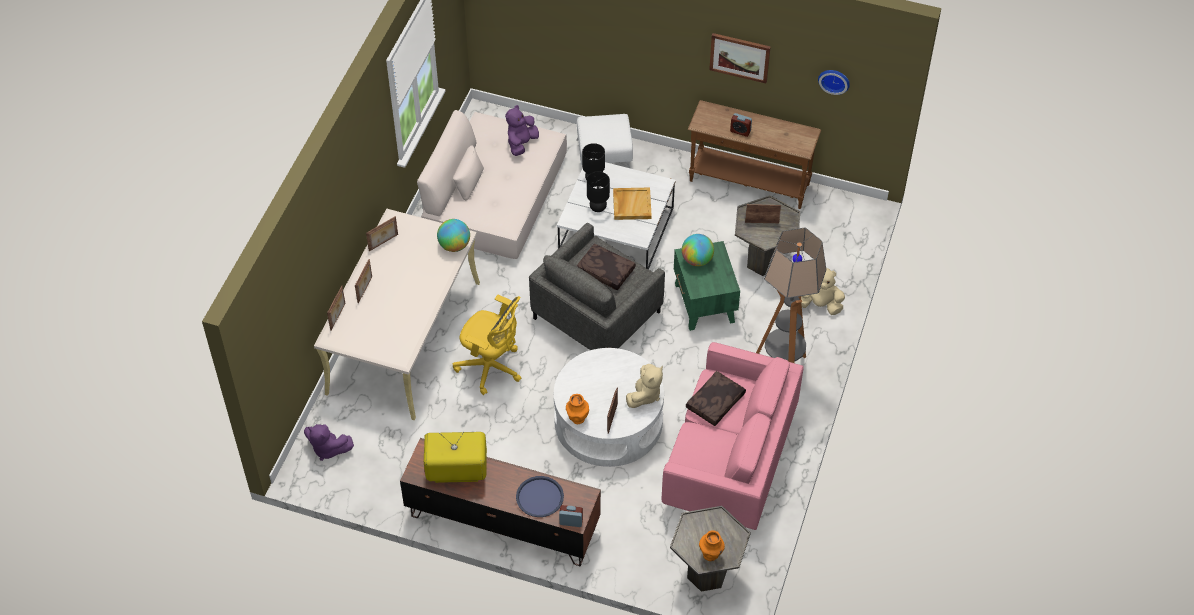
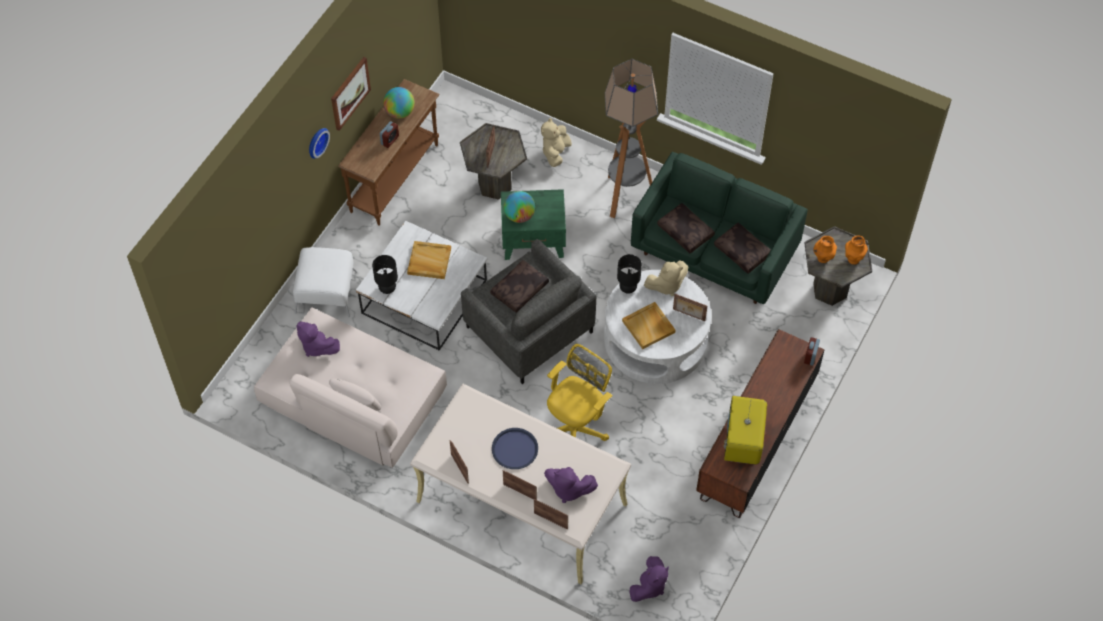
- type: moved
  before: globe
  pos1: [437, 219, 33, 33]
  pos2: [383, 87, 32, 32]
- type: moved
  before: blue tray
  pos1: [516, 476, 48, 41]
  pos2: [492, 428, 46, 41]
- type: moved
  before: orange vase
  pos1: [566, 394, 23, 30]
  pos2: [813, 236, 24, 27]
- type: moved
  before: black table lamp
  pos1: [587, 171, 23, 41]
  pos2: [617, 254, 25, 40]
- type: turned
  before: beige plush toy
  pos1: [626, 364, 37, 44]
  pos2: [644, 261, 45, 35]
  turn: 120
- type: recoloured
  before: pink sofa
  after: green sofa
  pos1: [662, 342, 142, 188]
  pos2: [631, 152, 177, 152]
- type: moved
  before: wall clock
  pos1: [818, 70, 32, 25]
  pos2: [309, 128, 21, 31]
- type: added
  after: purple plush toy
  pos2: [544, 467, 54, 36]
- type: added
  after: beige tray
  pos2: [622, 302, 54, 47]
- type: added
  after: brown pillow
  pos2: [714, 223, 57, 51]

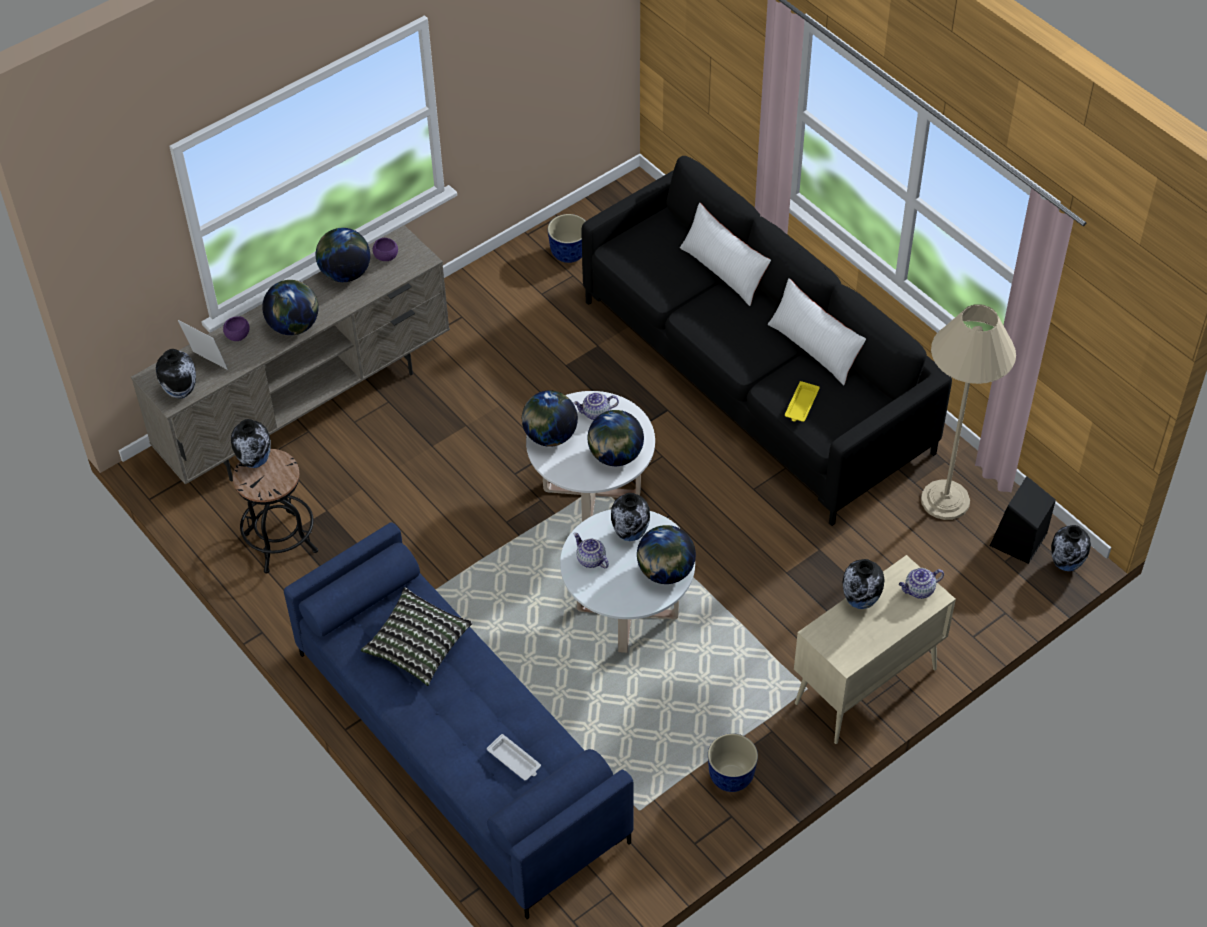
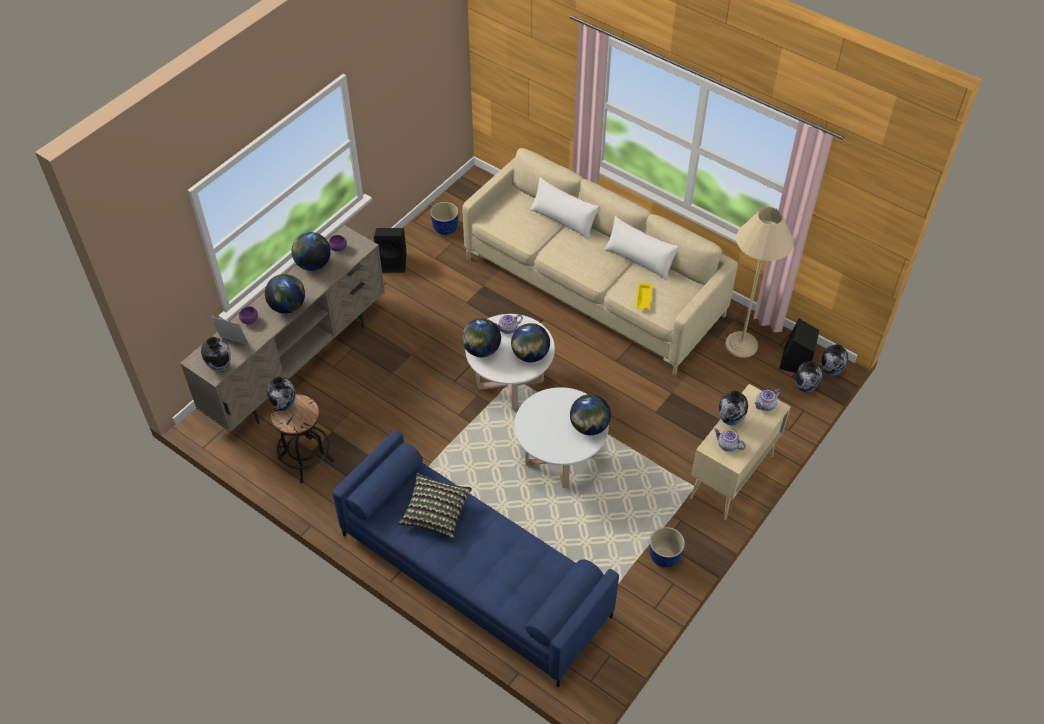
- type: removed
  before: white tray
  pos1: [487, 734, 54, 46]
- type: moved
  before: teapot
  pos1: [574, 533, 35, 35]
  pos2: [714, 428, 32, 24]
- type: recoloured
  before: black sofa
  after: beige sofa
  pos1: [581, 156, 371, 370]
  pos2: [462, 148, 276, 227]
- type: moved
  before: vase
  pos1: [611, 493, 39, 48]
  pos2: [796, 361, 26, 31]
- type: added
  after: black speaker
  pos2: [374, 228, 33, 44]

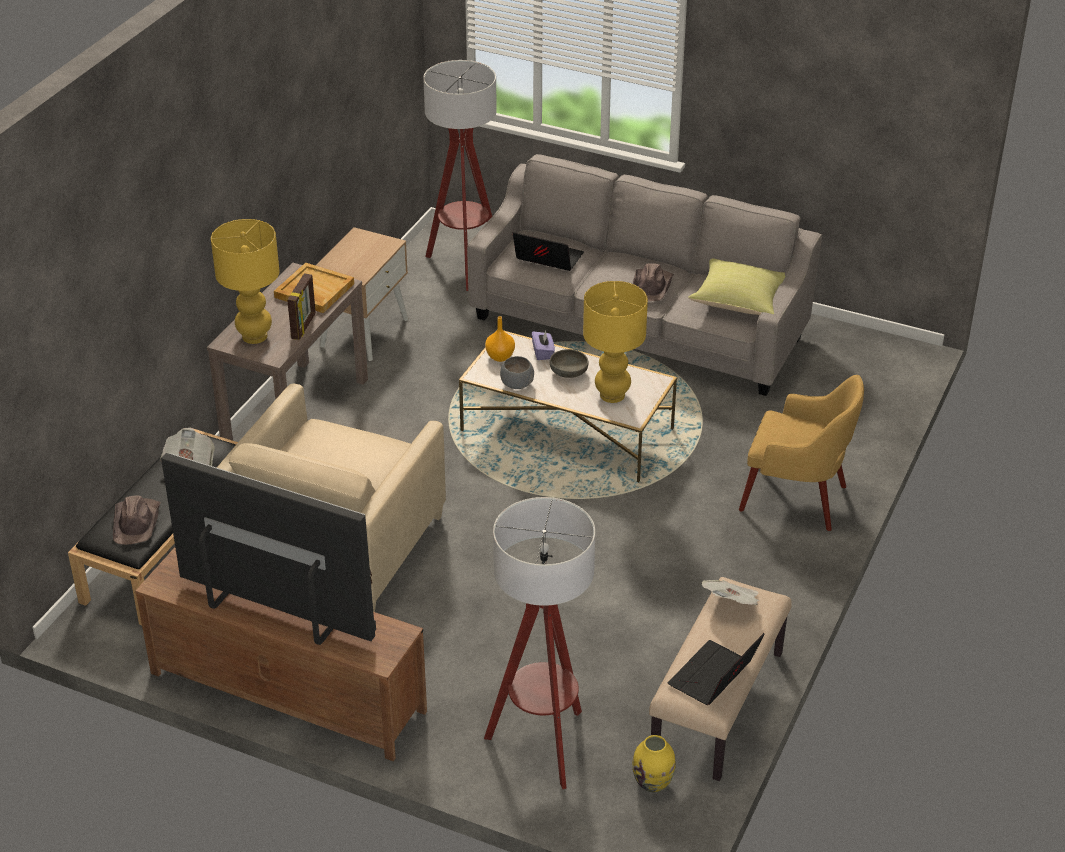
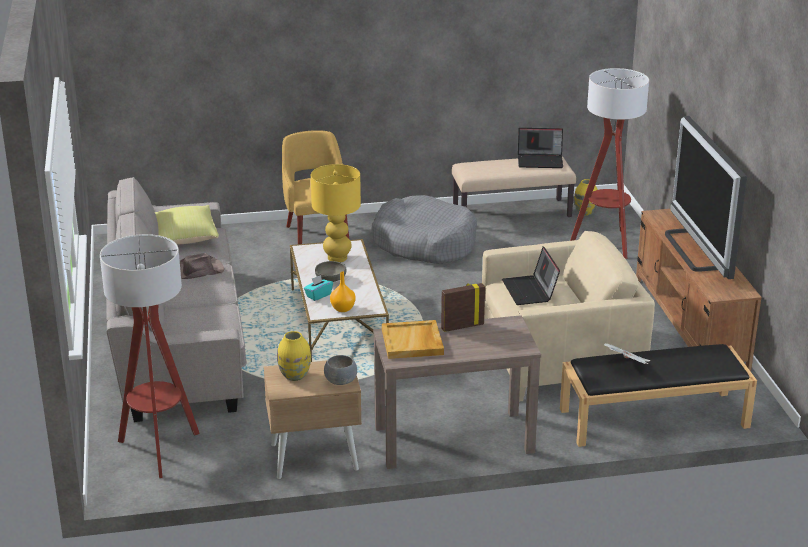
- type: removed
  before: brown hat
  pos1: [113, 495, 48, 50]
- type: removed
  before: yellow table lamp
  pos1: [211, 219, 69, 125]
- type: moved
  before: grey bowl
  pos1: [500, 356, 34, 33]
  pos2: [324, 355, 33, 30]
- type: moved
  before: laptop
  pos1: [513, 232, 71, 39]
  pos2: [502, 246, 58, 59]
- type: recoloured
  before: purple tissue box
  after: turquoise tissue box
  pos1: [532, 331, 23, 29]
  pos2: [304, 275, 29, 26]
- type: removed
  before: newspaper
  pos1: [702, 580, 57, 25]
- type: added
  after: yellow vase
  pos2: [277, 331, 34, 50]
- type: added
  after: grey dog bed
  pos2: [371, 195, 106, 69]

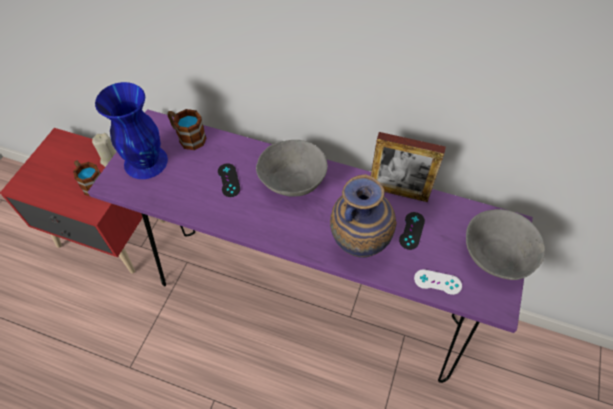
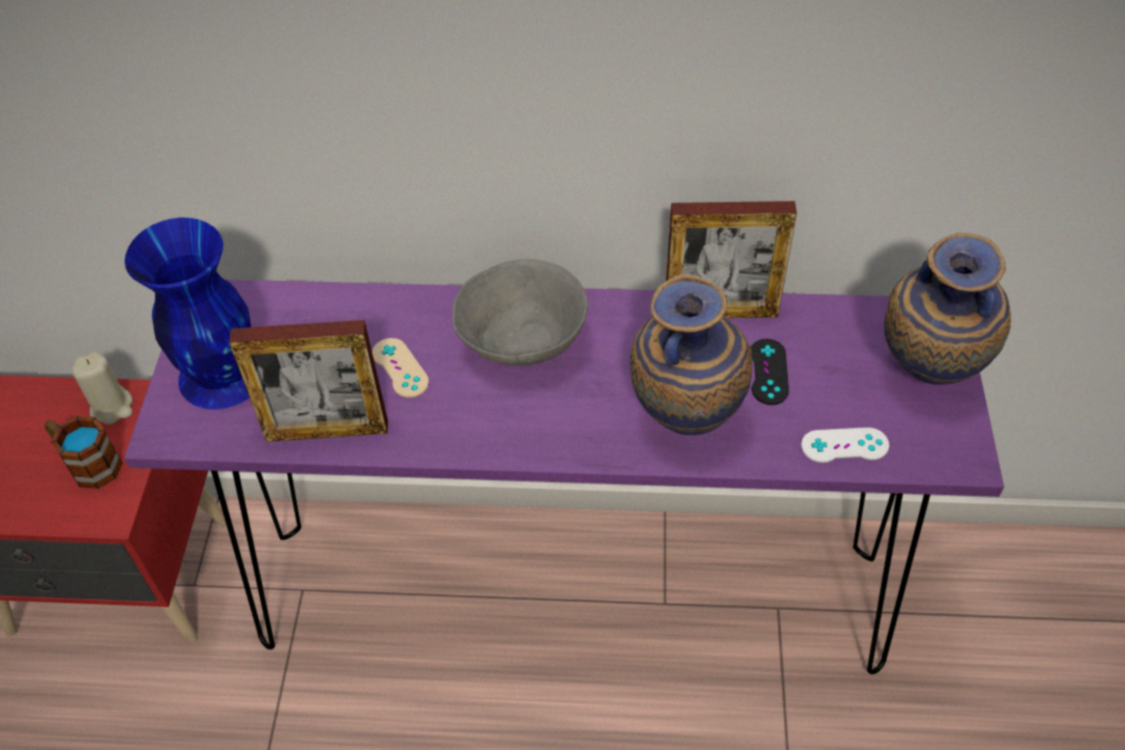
- type: removed
  before: mug
  pos1: [168, 109, 38, 41]
- type: recoloured
  before: black game controller
  after: beige game controller
  pos1: [218, 163, 23, 34]
  pos2: [372, 338, 57, 60]
- type: replaced
  before: grey bowl
  after: vase
  pos1: [466, 209, 79, 71]
  pos2: [884, 233, 127, 152]
- type: added
  after: picture frame
  pos2: [229, 320, 159, 122]

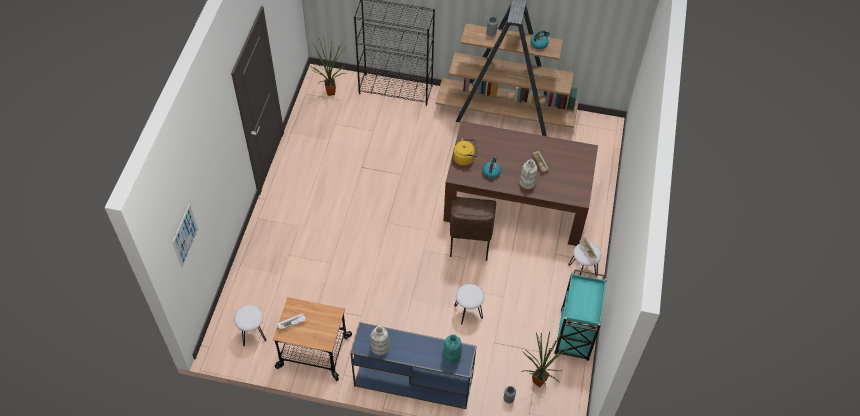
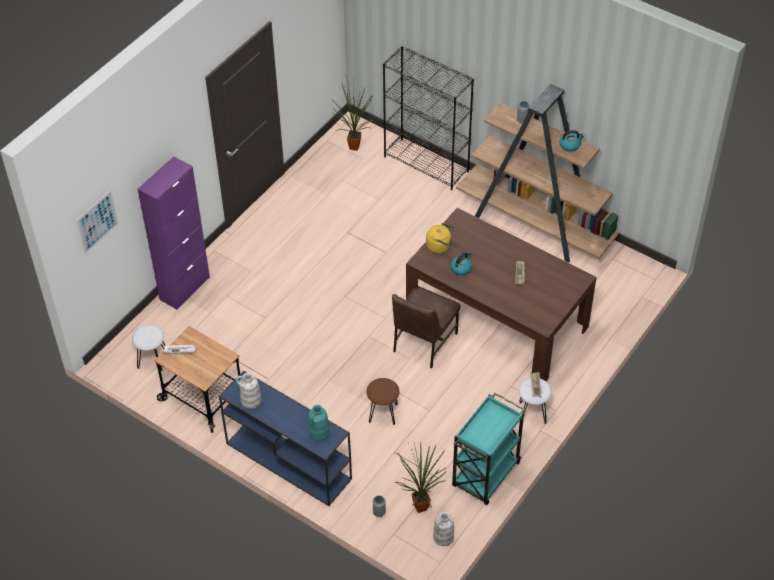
- type: recoloured
  before: white stool
  after: brown stool
  pos1: [454, 284, 31, 40]
  pos2: [366, 378, 33, 47]
- type: moved
  before: white vase
  pos1: [519, 159, 19, 30]
  pos2: [433, 512, 21, 34]
- type: added
  after: purple cabinet
  pos2: [138, 156, 72, 154]

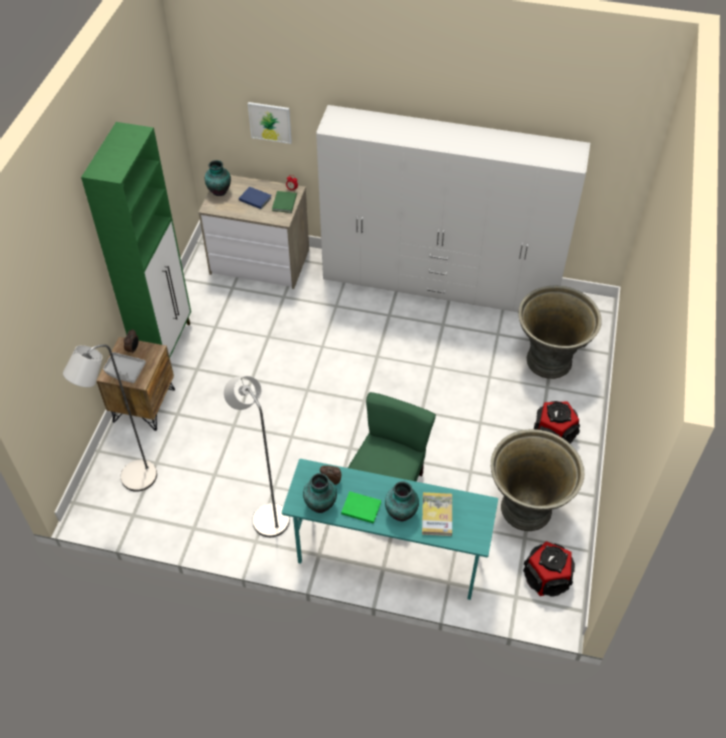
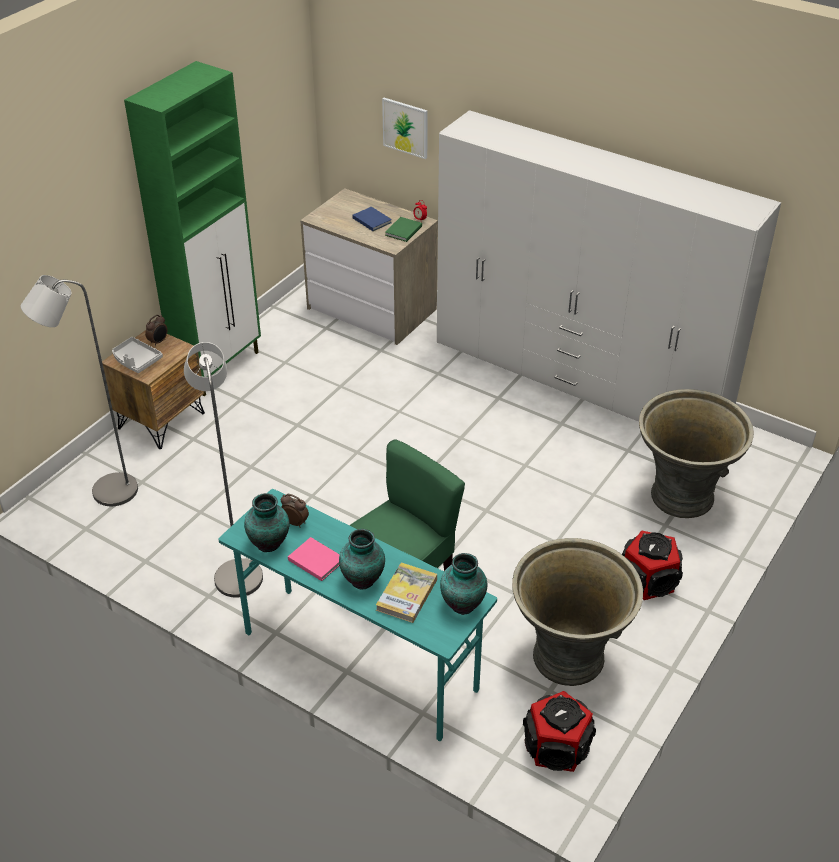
- type: moved
  before: vase
  pos1: [205, 160, 26, 36]
  pos2: [440, 553, 47, 62]
- type: recoloured
  before: green book
  after: pink book
  pos1: [341, 491, 40, 33]
  pos2: [288, 537, 52, 44]

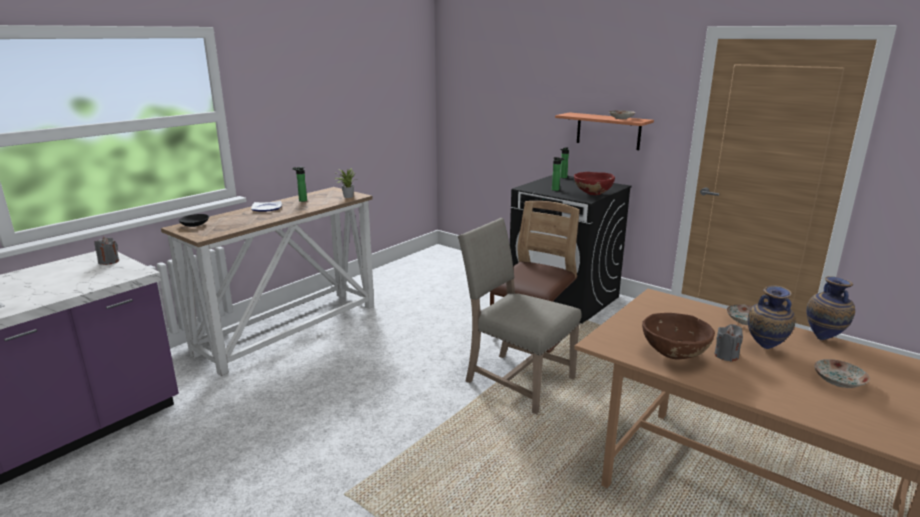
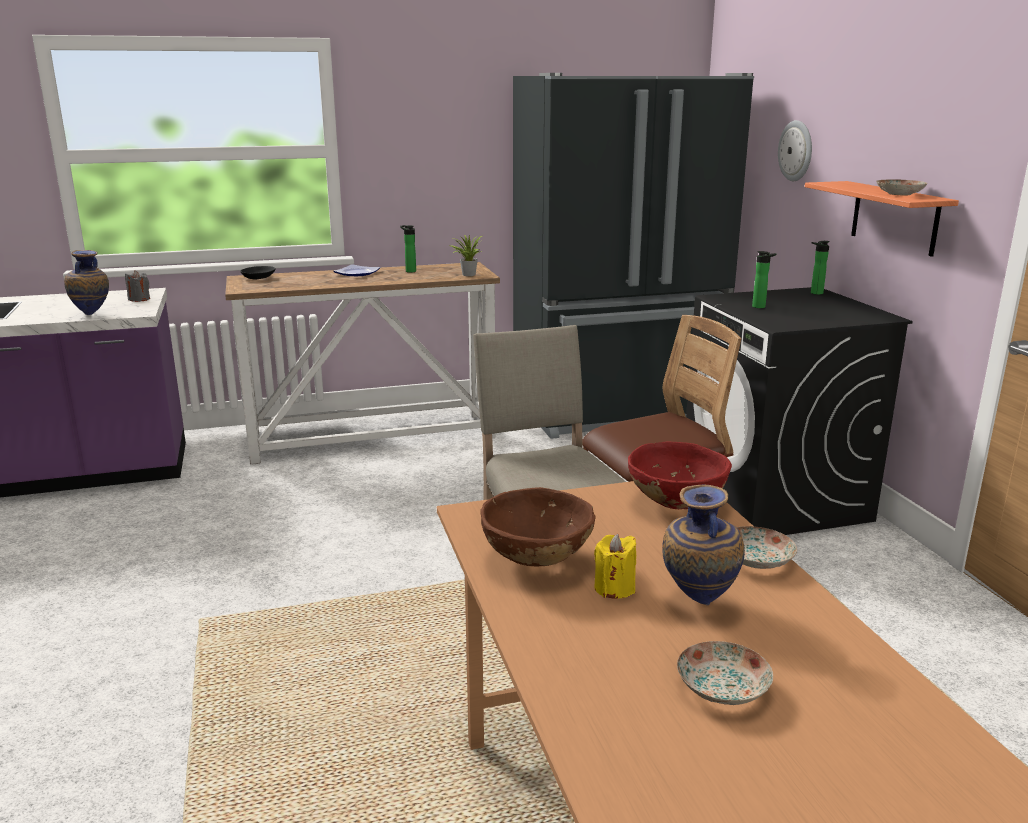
- type: moved
  before: red bowl
  pos1: [574, 172, 41, 23]
  pos2: [628, 441, 104, 68]
- type: recoloured
  before: grey candle
  after: yellow candle
  pos1: [715, 324, 28, 38]
  pos2: [594, 534, 42, 64]
- type: moved
  before: vase
  pos1: [807, 276, 48, 64]
  pos2: [64, 250, 45, 65]
- type: added
  after: black fridge
  pos2: [513, 73, 241, 366]
- type: added
  after: wall clock
  pos2: [778, 120, 34, 61]

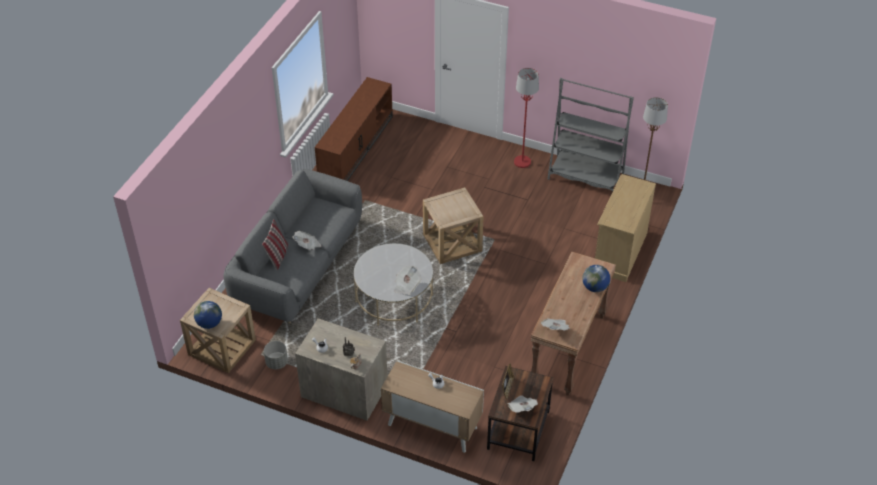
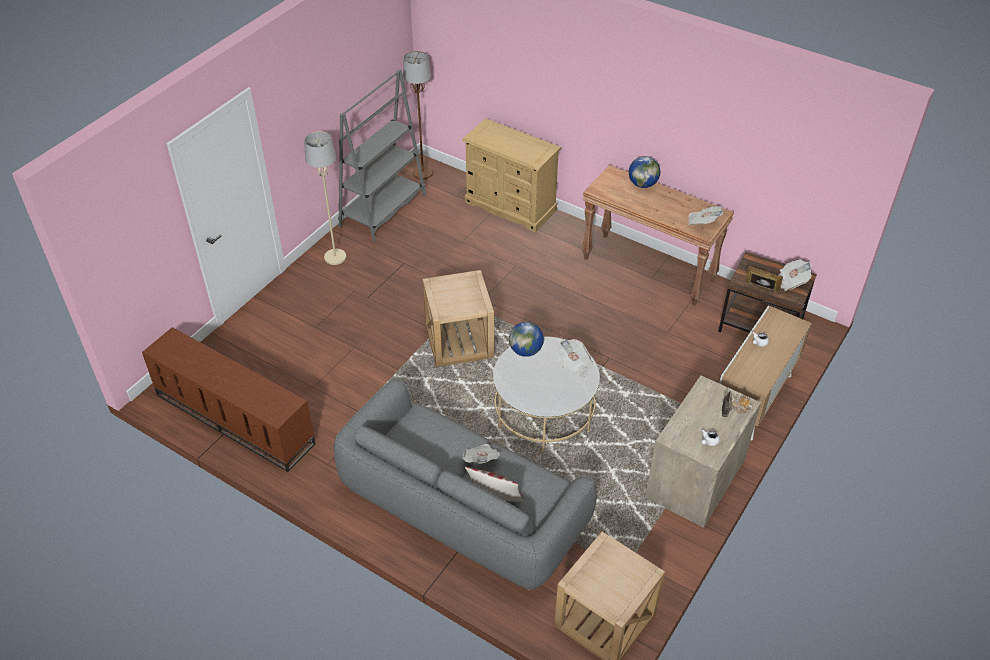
- type: moved
  before: globe
  pos1: [194, 301, 28, 28]
  pos2: [509, 322, 35, 35]
- type: removed
  before: grey planter
  pos1: [264, 341, 24, 28]
- type: recoloured
  before: red floor lamp
  after: beige floor lamp
  pos1: [514, 68, 25, 100]
  pos2: [304, 131, 42, 134]

